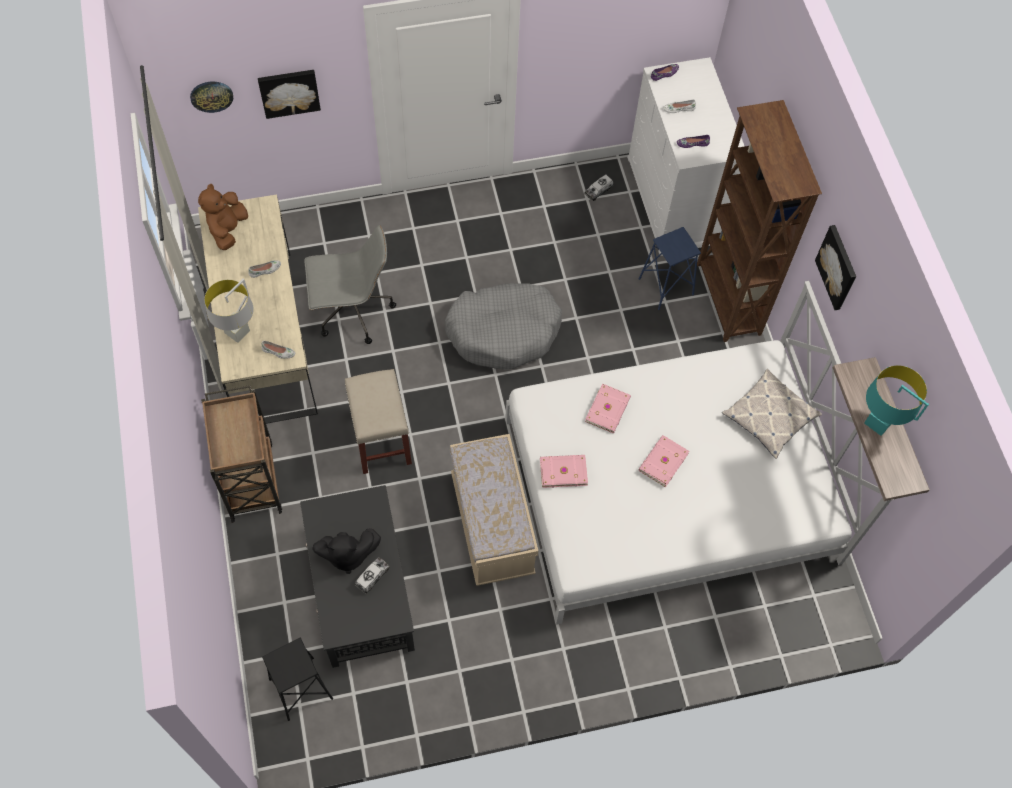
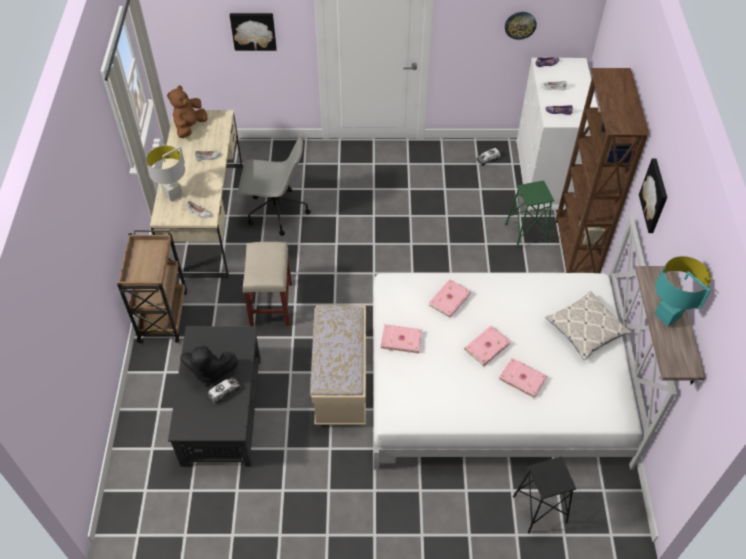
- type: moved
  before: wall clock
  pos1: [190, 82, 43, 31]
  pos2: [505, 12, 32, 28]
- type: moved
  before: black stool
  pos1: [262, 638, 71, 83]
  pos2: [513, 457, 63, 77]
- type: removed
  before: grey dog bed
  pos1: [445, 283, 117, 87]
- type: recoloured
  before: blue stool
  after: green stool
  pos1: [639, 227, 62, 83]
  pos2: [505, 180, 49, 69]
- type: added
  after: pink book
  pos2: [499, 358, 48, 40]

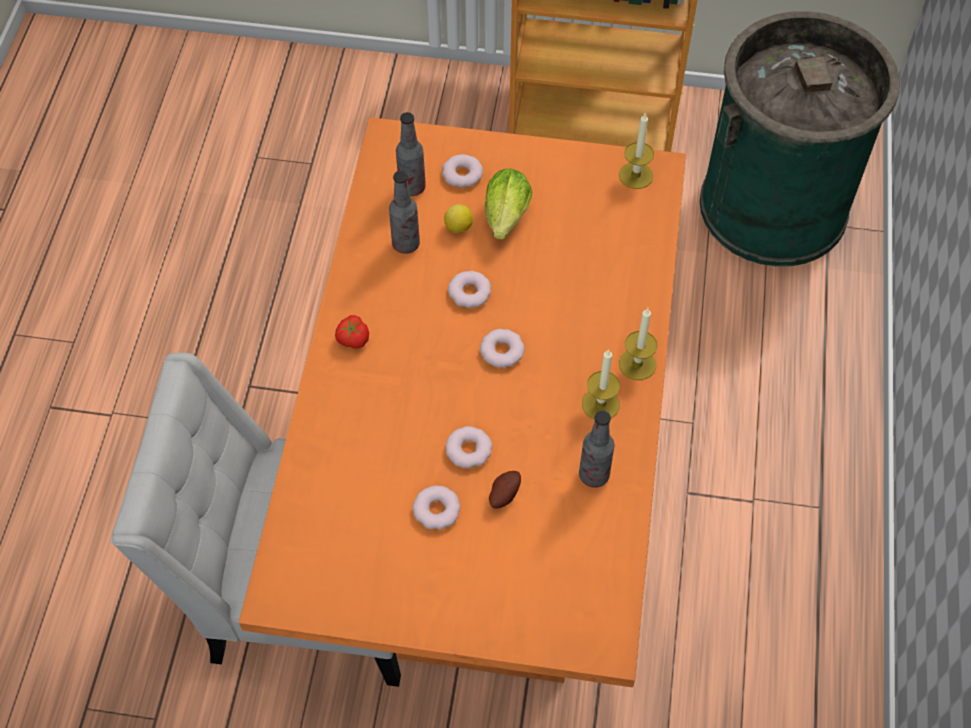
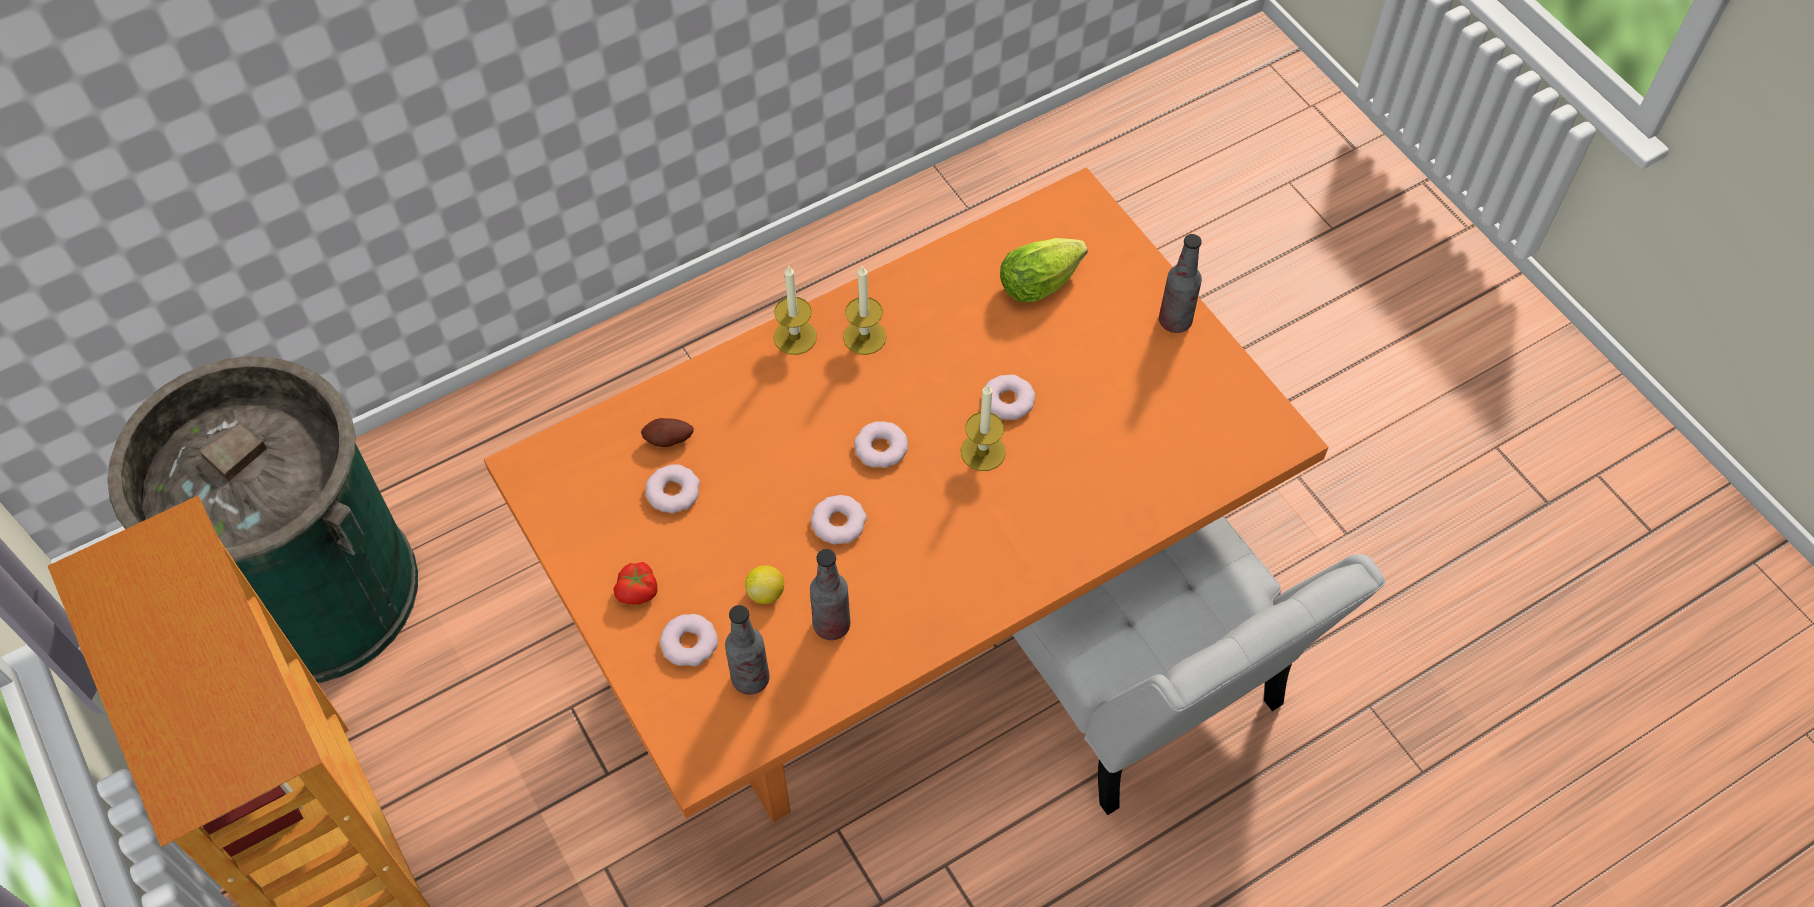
- type: moved
  before: tomato
  pos1: [335, 315, 34, 34]
  pos2: [614, 562, 43, 43]
- type: moved
  before: donut
  pos1: [412, 485, 48, 45]
  pos2: [645, 464, 55, 49]
- type: moved
  before: lettuce
  pos1: [485, 168, 47, 72]
  pos2: [1000, 238, 88, 64]
- type: moved
  before: potato
  pos1: [489, 471, 32, 37]
  pos2: [641, 418, 53, 29]
- type: moved
  before: bottle
  pos1: [579, 411, 35, 77]
  pos2: [1159, 234, 43, 99]
- type: moved
  before: candle
  pos1: [619, 114, 35, 75]
  pos2: [961, 385, 45, 86]

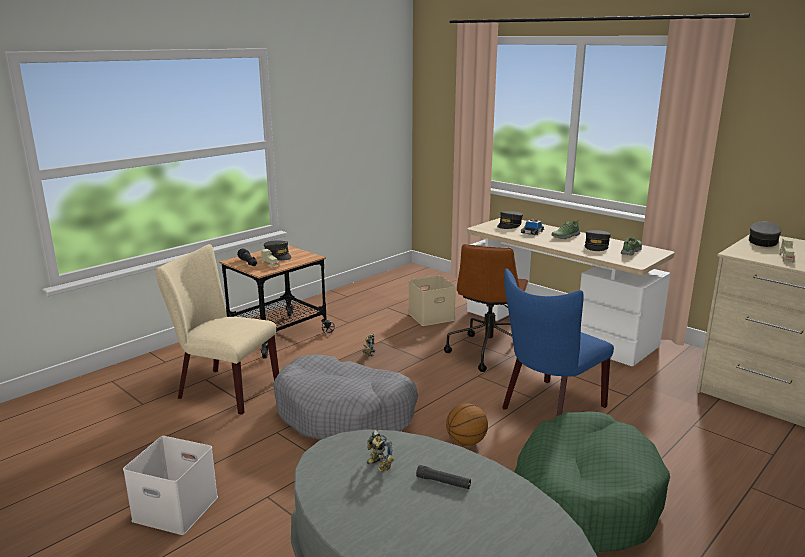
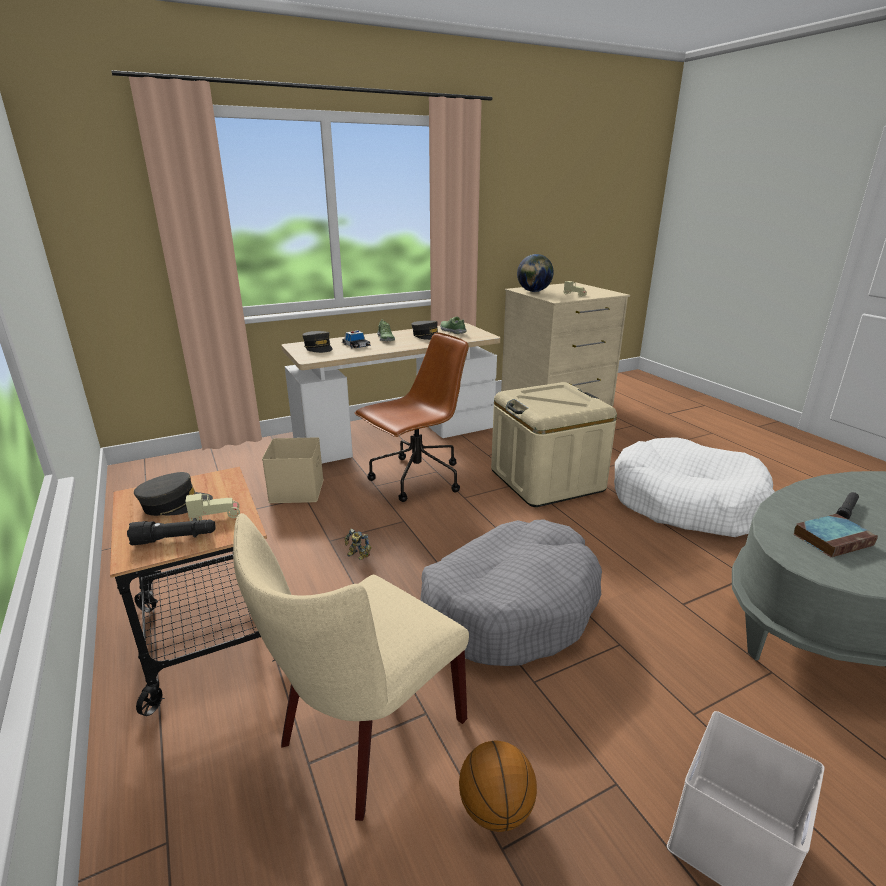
- type: replaced
  before: toy robot
  after: book
  pos1: [367, 430, 27, 42]
  pos2: [793, 514, 85, 43]
- type: turned
  before: brown office chair
  pos1: [444, 244, 85, 128]
  pos2: [354, 332, 115, 170]
  turn: -75
- type: moved
  before: basketball
  pos1: [446, 403, 42, 43]
  pos2: [459, 741, 78, 91]
- type: replaced
  before: blue chair
  after: beige storage box
  pos1: [502, 268, 112, 149]
  pos2: [491, 382, 126, 125]
- type: recoloured
  before: green dog bed
  after: white dog bed
  pos1: [514, 411, 156, 142]
  pos2: [614, 437, 161, 100]
- type: replaced
  before: grey cap
  after: globe
  pos1: [748, 222, 33, 25]
  pos2: [517, 254, 37, 38]

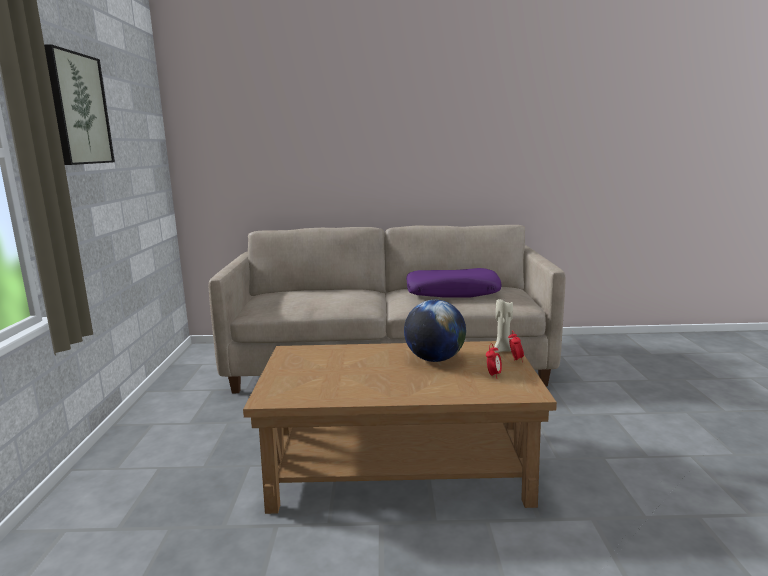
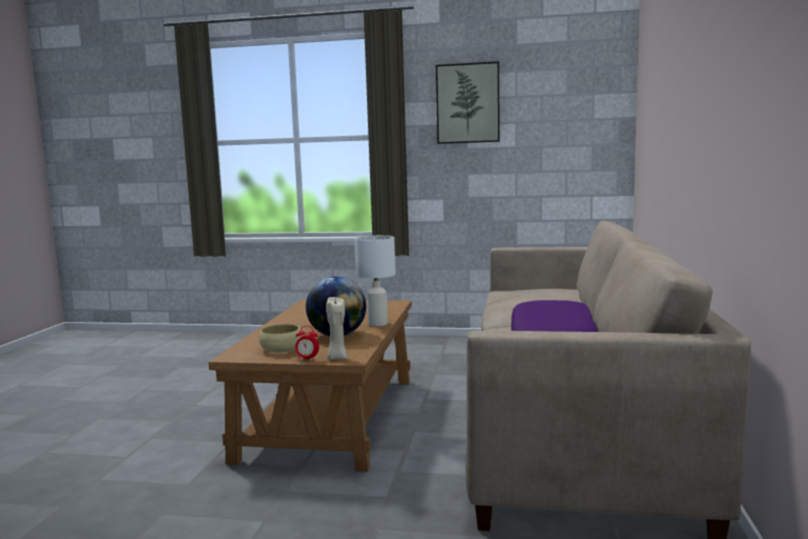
- type: replaced
  before: alarm clock
  after: beige bowl
  pos1: [486, 343, 16, 36]
  pos2: [259, 324, 43, 29]
- type: added
  after: white table lamp
  pos2: [355, 235, 41, 91]

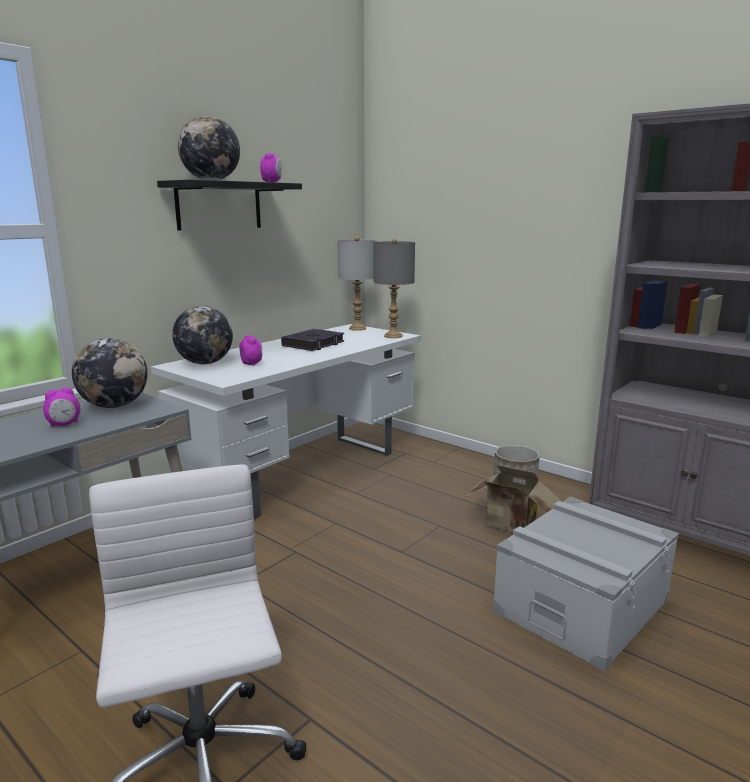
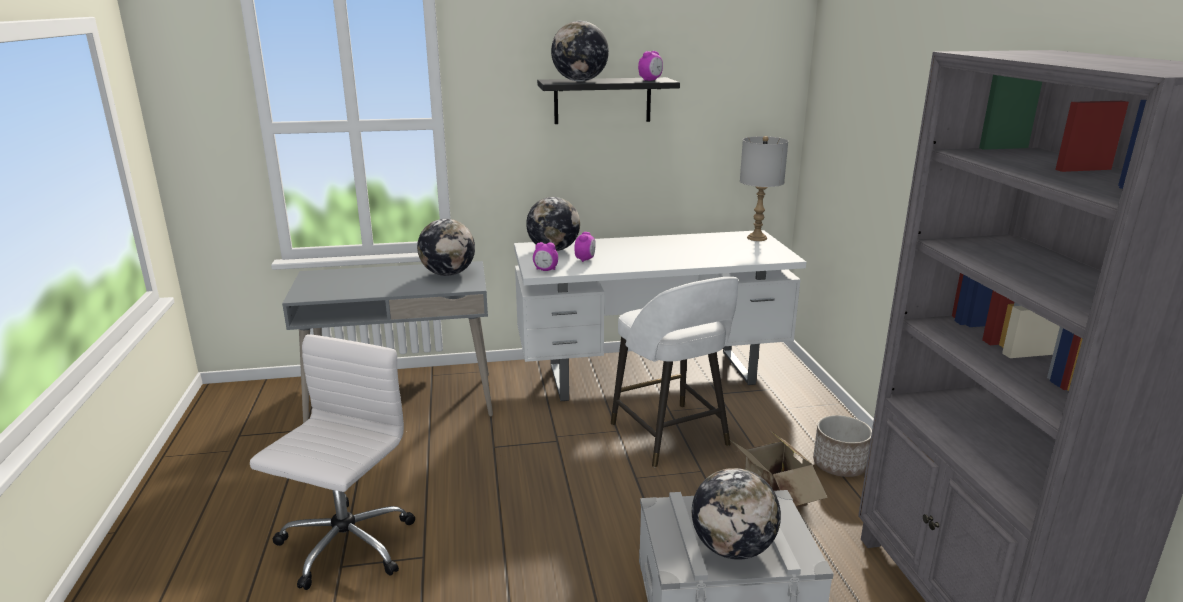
- type: moved
  before: alarm clock
  pos1: [43, 388, 37, 39]
  pos2: [533, 242, 25, 29]
- type: removed
  before: book
  pos1: [281, 329, 63, 22]
- type: removed
  before: grey table lamp
  pos1: [374, 238, 41, 100]
- type: added
  after: white stool
  pos2: [611, 277, 128, 190]
- type: added
  after: globe
  pos2: [692, 468, 89, 92]

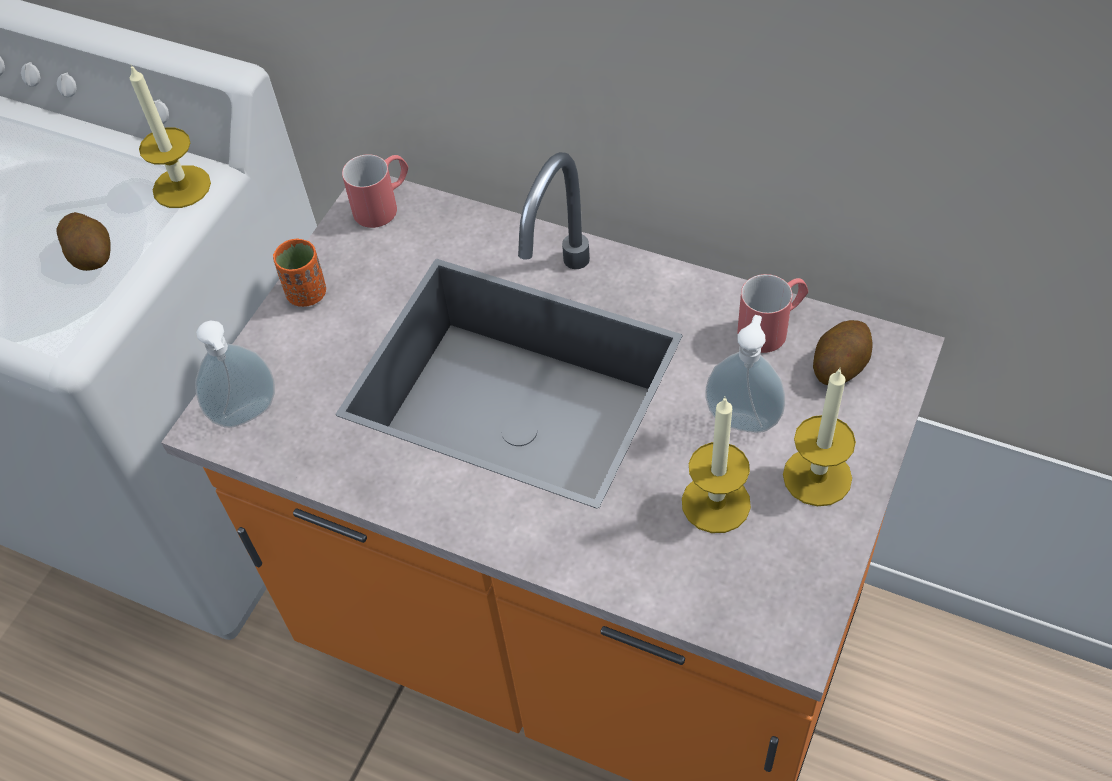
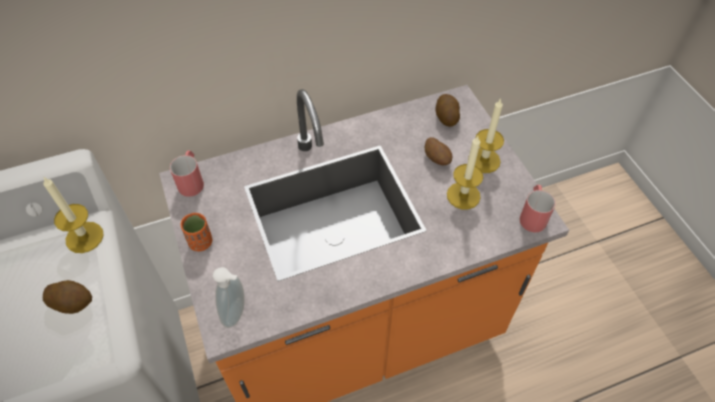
- type: replaced
  before: soap dispenser
  after: potato
  pos1: [705, 315, 80, 118]
  pos2: [425, 137, 27, 28]
- type: moved
  before: red mug
  pos1: [737, 274, 71, 79]
  pos2: [520, 185, 36, 47]

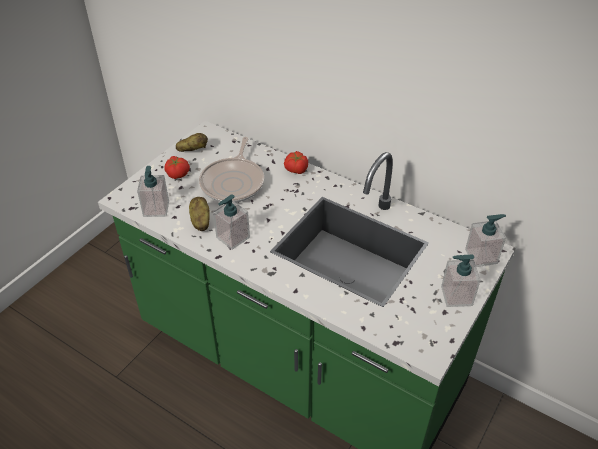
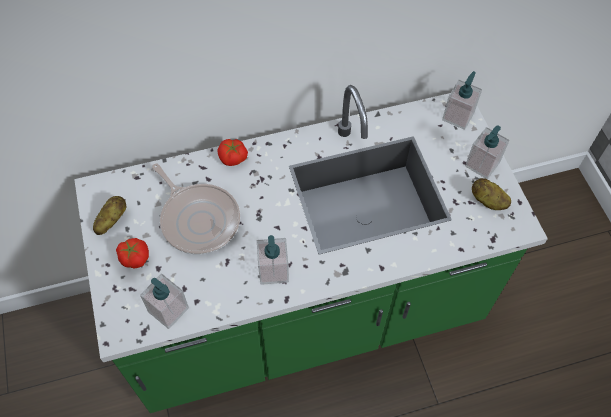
- type: moved
  before: potato
  pos1: [189, 197, 21, 34]
  pos2: [472, 178, 39, 32]

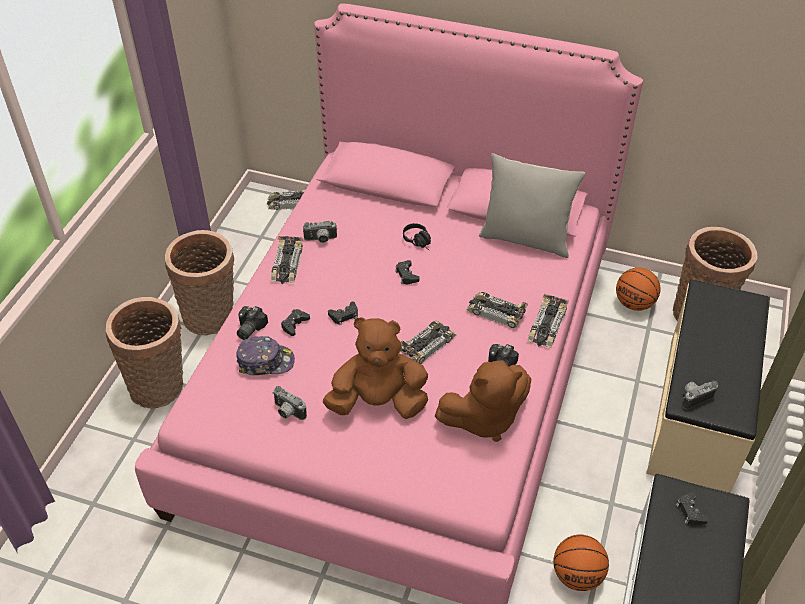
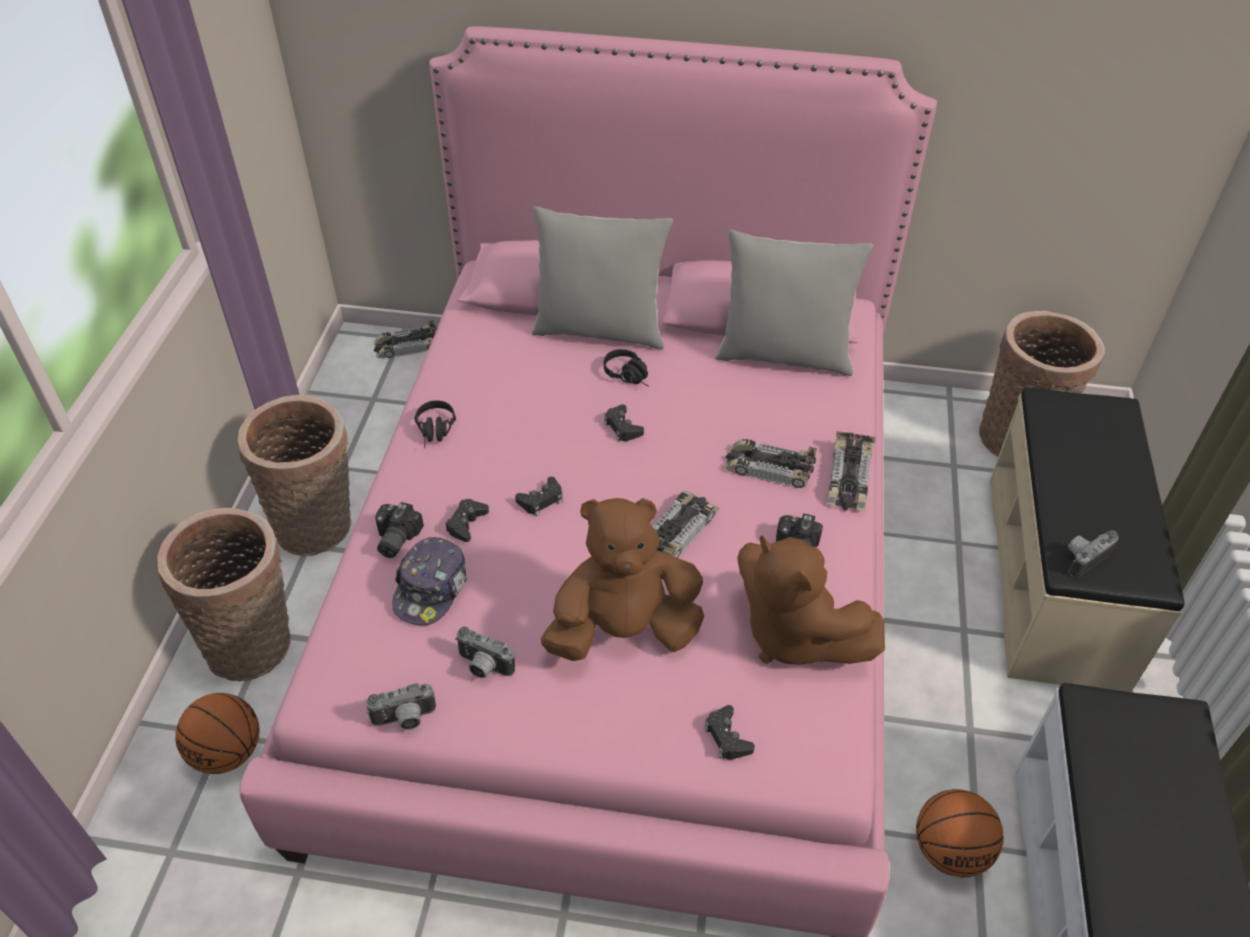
- type: turned
  before: cap
  pos1: [236, 336, 59, 39]
  pos2: [392, 537, 75, 89]
  turn: 120
- type: replaced
  before: toy car
  after: black headphones
  pos1: [271, 236, 32, 48]
  pos2: [414, 400, 42, 48]
- type: moved
  before: photo camera
  pos1: [303, 221, 34, 22]
  pos2: [366, 683, 70, 47]
- type: turned
  before: brown plush toy
  pos1: [435, 361, 96, 81]
  pos2: [737, 536, 148, 129]
  turn: 75
- type: moved
  before: basketball
  pos1: [616, 267, 44, 44]
  pos2: [175, 693, 85, 81]
- type: moved
  before: black game controller
  pos1: [676, 492, 33, 33]
  pos2: [704, 705, 51, 55]
- type: added
  after: grey pillow
  pos2: [532, 206, 141, 143]

